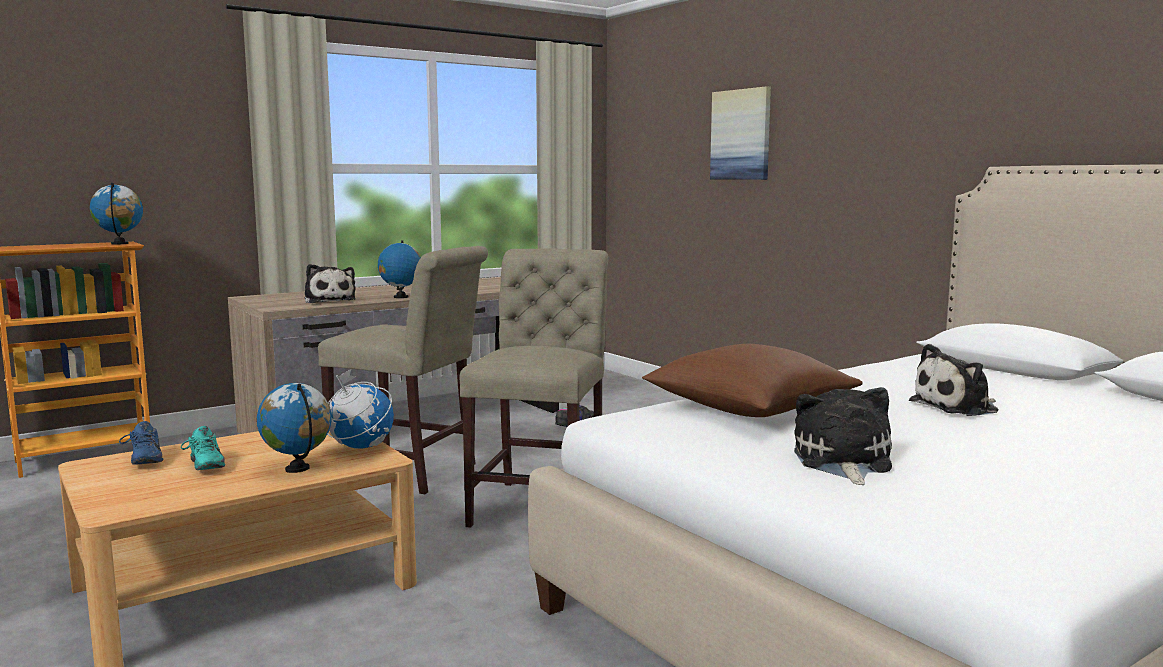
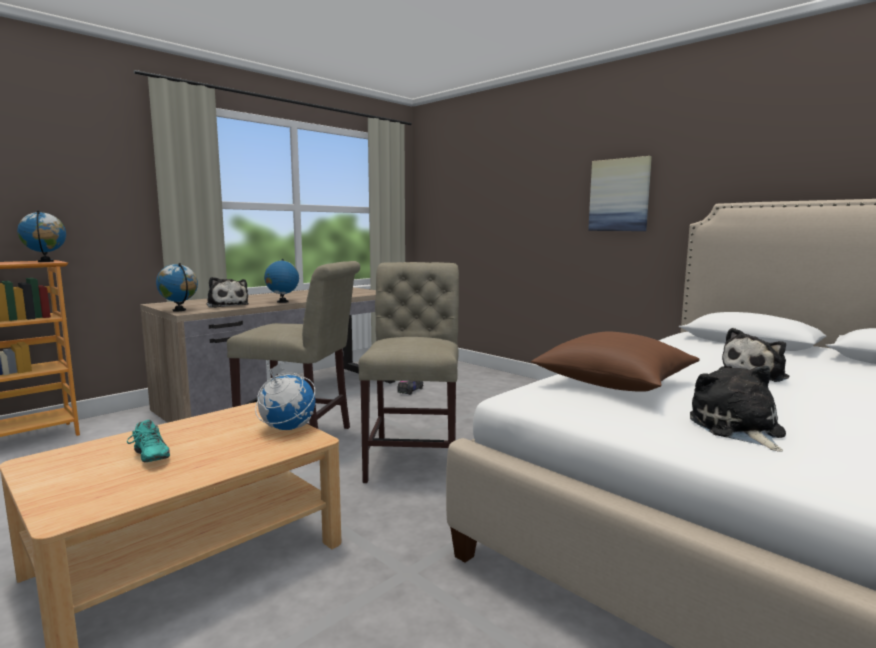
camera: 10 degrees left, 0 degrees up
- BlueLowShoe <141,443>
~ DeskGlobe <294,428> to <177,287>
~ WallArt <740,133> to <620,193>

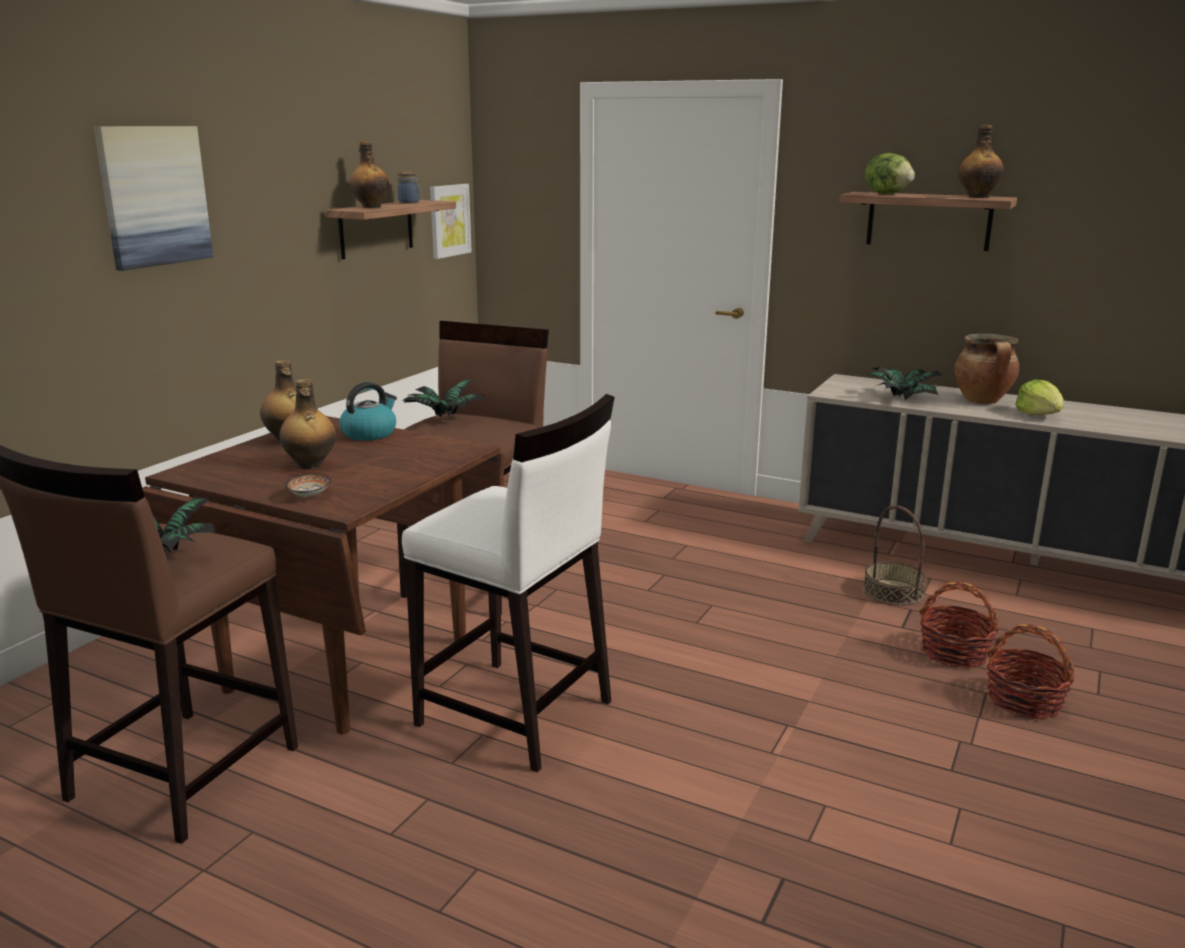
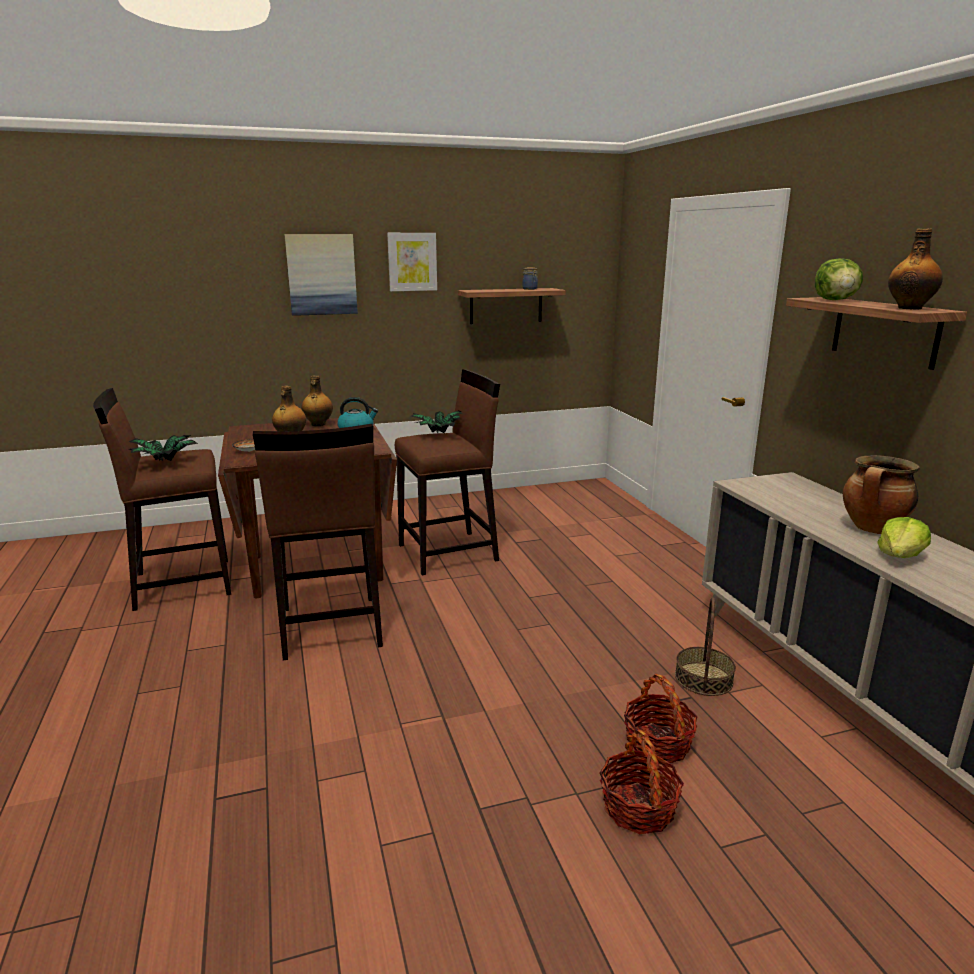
camera: 45 degrees right, 0 degrees up
- BeverageBottle <369,175>
- PottedPlant <904,383>
~ WallArt <451,221> to <412,262>
~ WhiteStoolSeat <508,583> to BrownStoolSeat <318,542>

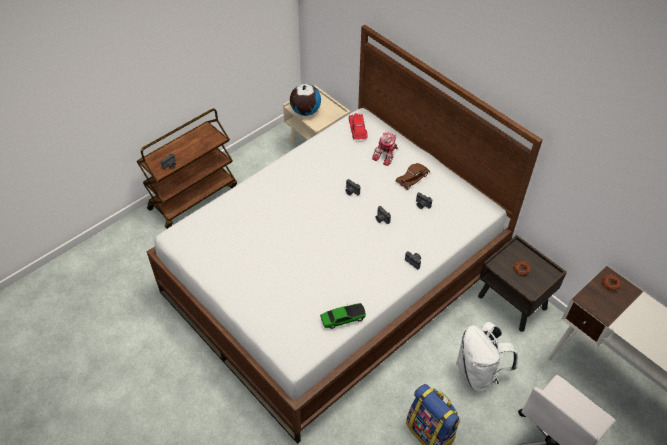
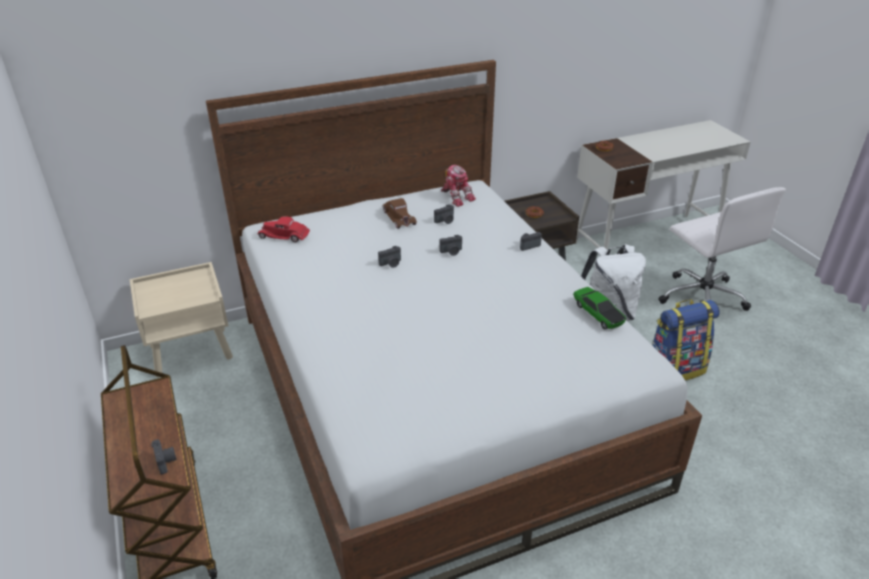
camera: 70 degrees left, 15 degrees down
- DeskGlobe <305,100>
~ ModelRobot <385,149> to <458,186>
~ ModelCar <343,316> = <599,308> 150 degrees clockwise

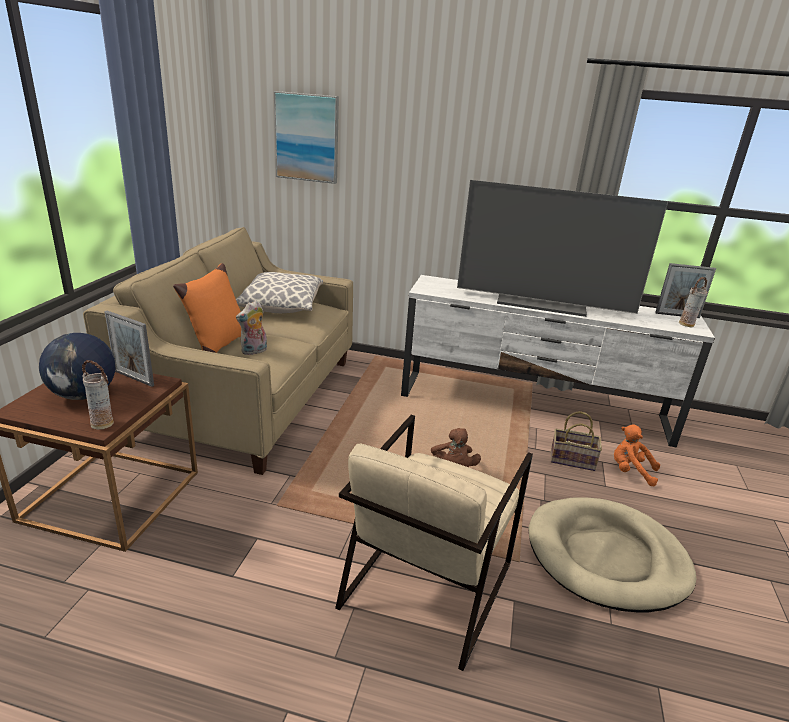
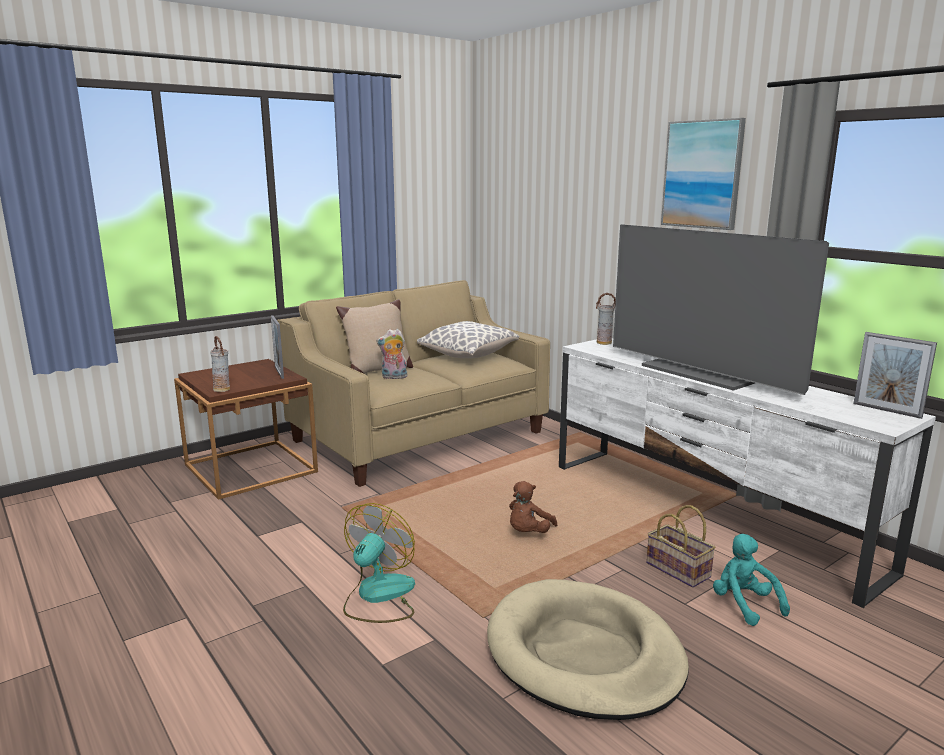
camera: 40 degrees right, 10 degrees down
- DeskGlobe <77,366>
~ WallArt <306,137> to <703,174>
~ FlowerVase <693,302> to <606,319>
~ BeigeArmchair <434,543> to CoolingFan <379,563>
~ OrangeColouredPillow <207,308> to BeigePillow <374,336>
~ OrangeColouredCuddlyToy <637,455> to TurquoiseCuddlyToy <751,580>

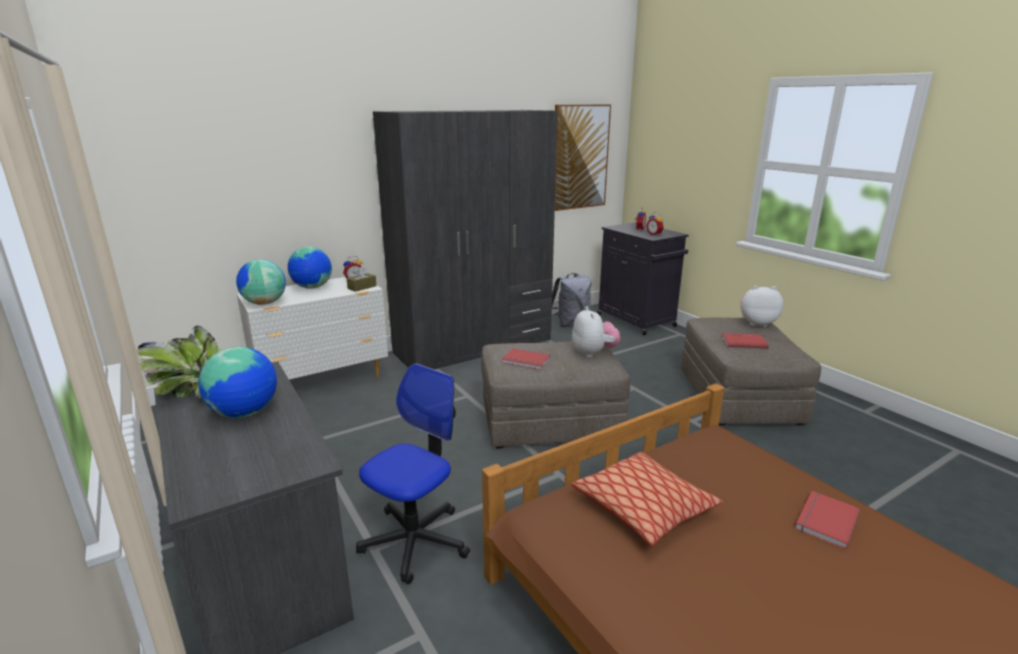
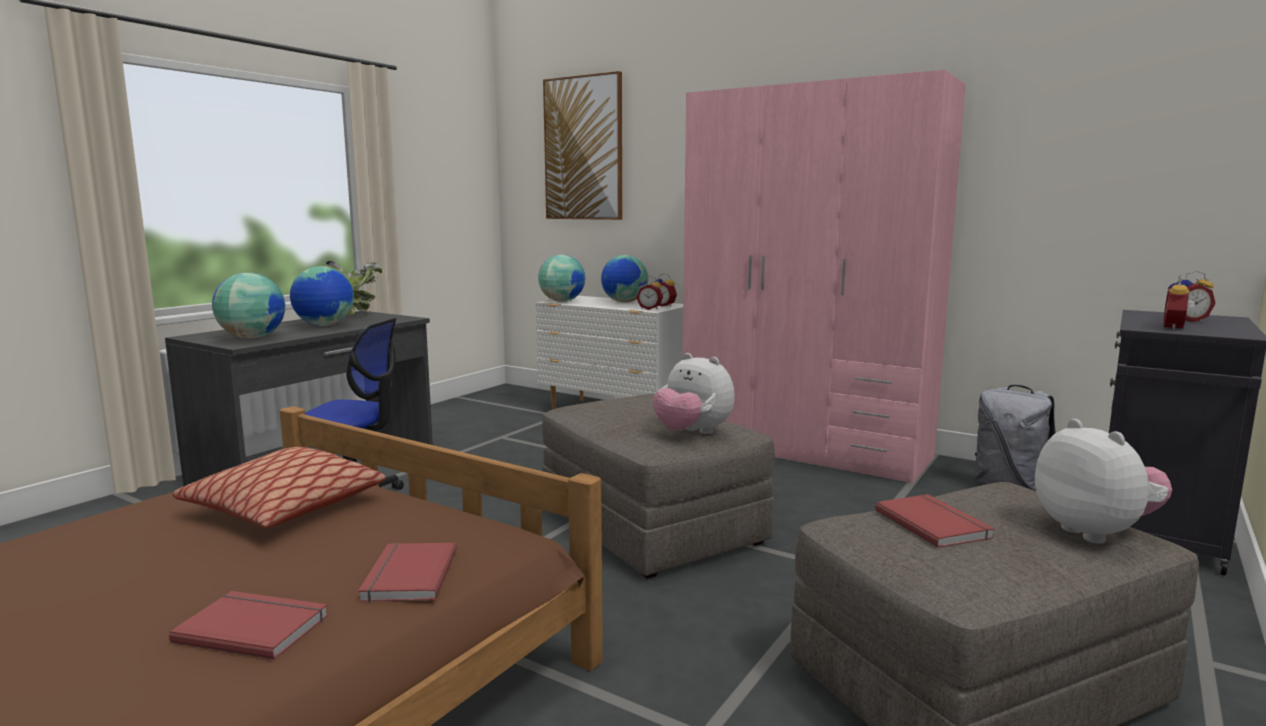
camera: 65 degrees right, 10 degrees down
+ DeskGlobe <248,306>
~ ReddishBook <526,359> to <407,572>
~ WallArt <583,157> to <582,145>
~ BrownBoxOfTissues <362,279> to AlarmClock <649,293>
~ GrayClothesCupboard <465,239> to PinkishClothesCupboard <824,277>
~ CuddlyToy <596,332> = <694,393> 75 degrees clockwise

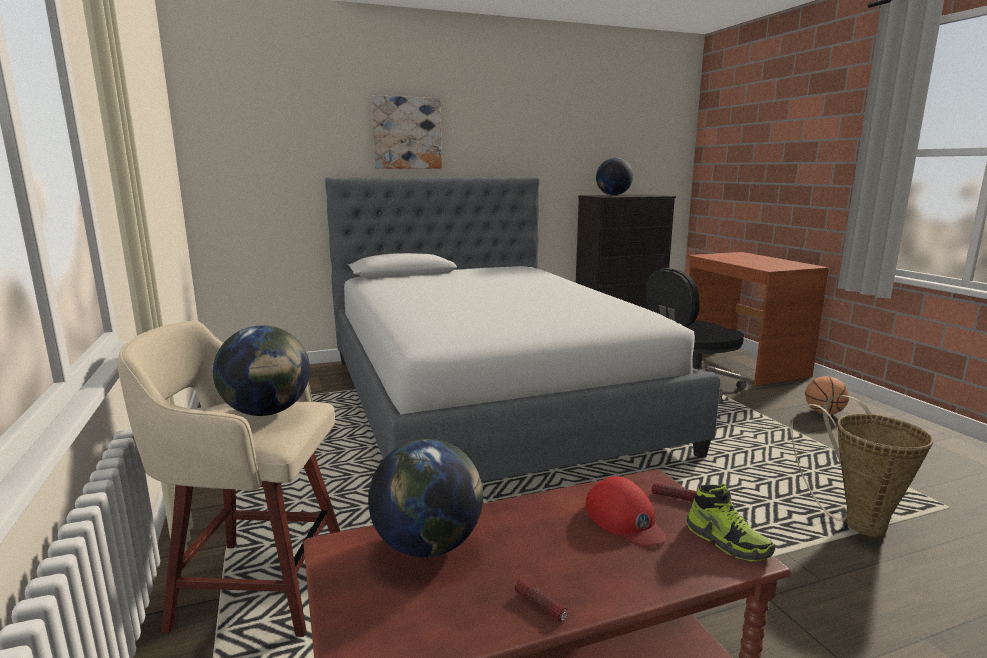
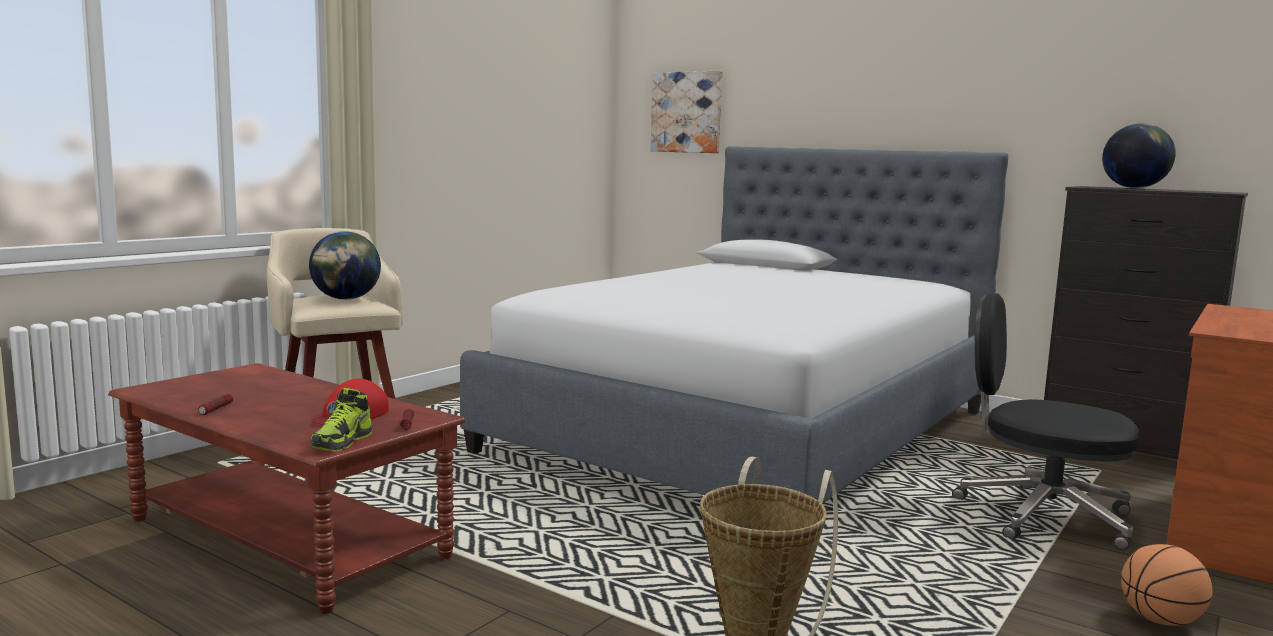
camera: 55 degrees right, 5 degrees down
- DeskGlobe <425,498>
~ WallArt <406,131> to <686,112>

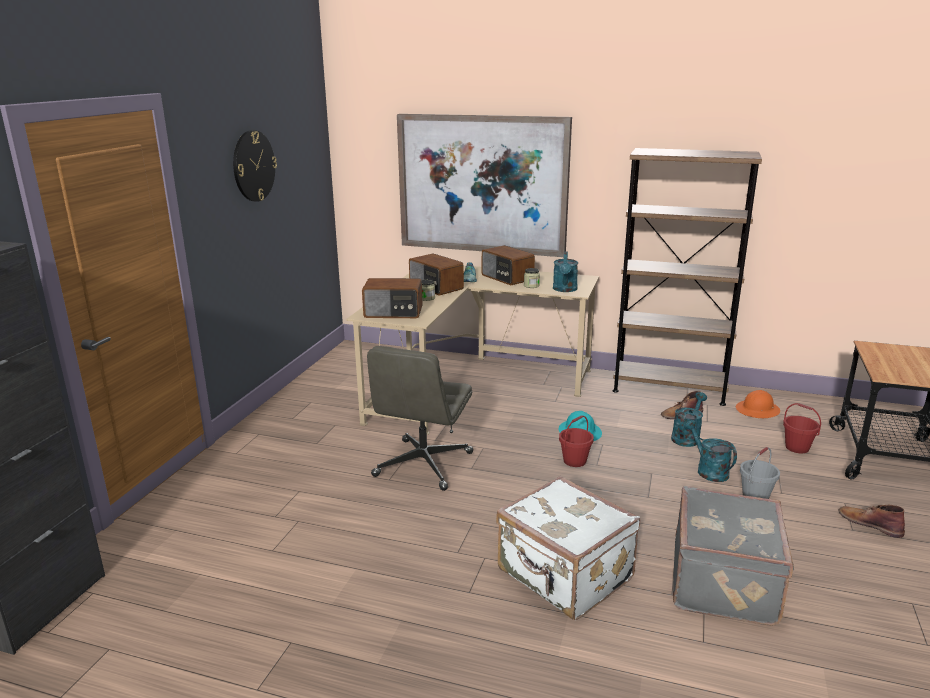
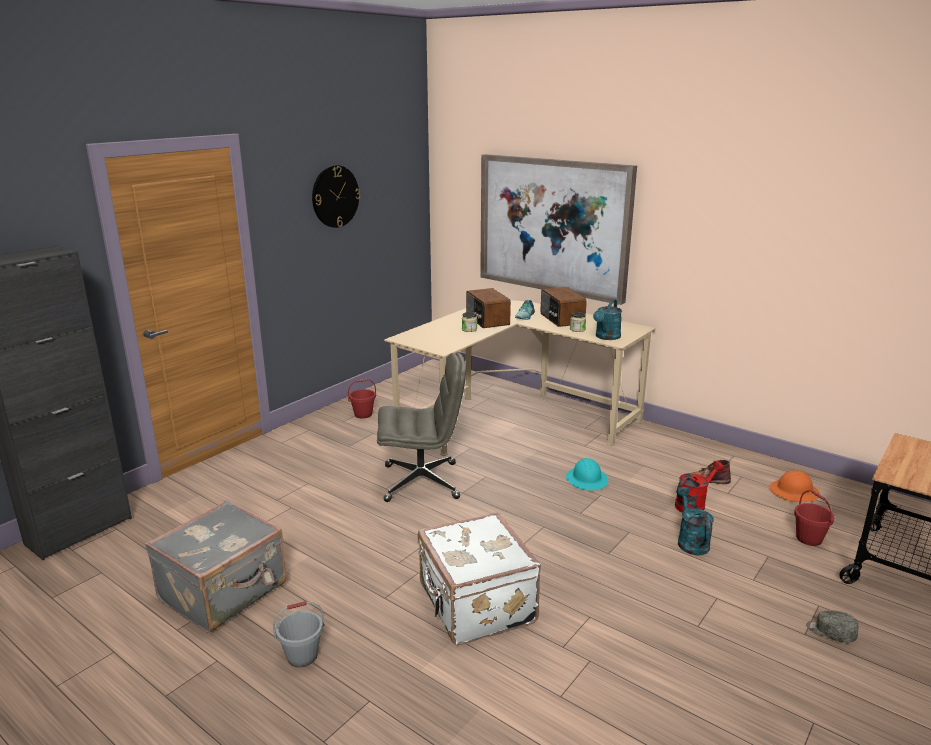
camera: 20 degrees right, 0 degrees up
- Radio <392,298>
- BrownBookshelf <687,277>
~ ReddishWaterBucket <576,441> to <362,399>
~ GrayTravelCase <733,556> to <216,566>
~ GrayWaterBucket <760,473> to <299,634>
~ BrownBoot <872,521> to GrayPeakedCap <832,626>
~ TurquoiseSprinklingCan <689,419> to ReddishSprinklingCan <699,487>
~ GrayComputerChair <420,418> = <421,427> 135 degrees counterclockwise

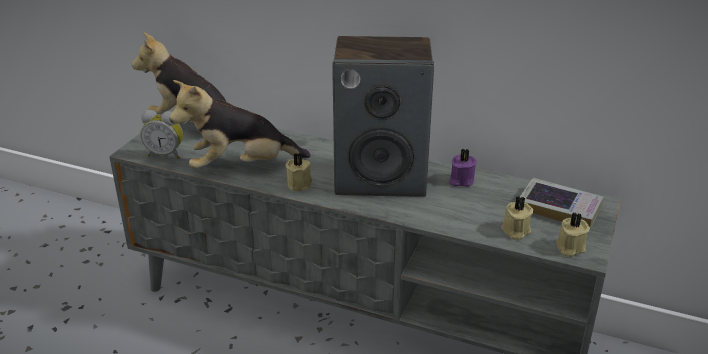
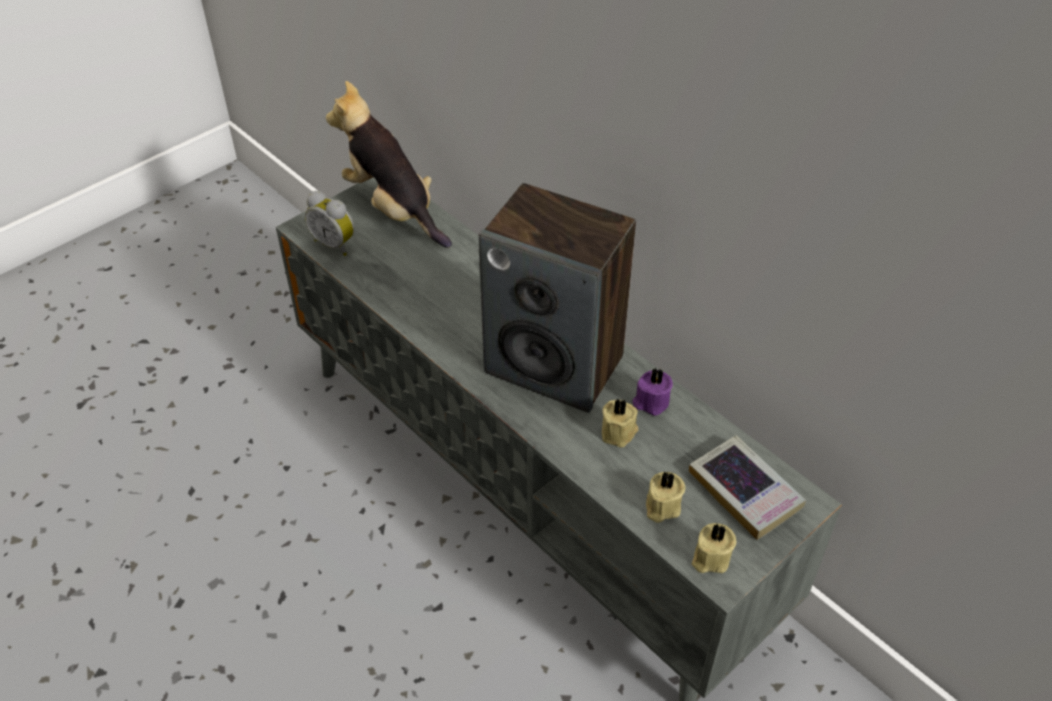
camera: 25 degrees right, 15 degrees up
- CuddlyToy <240,124>
~ BeigeCandle <299,172> to <620,423>

